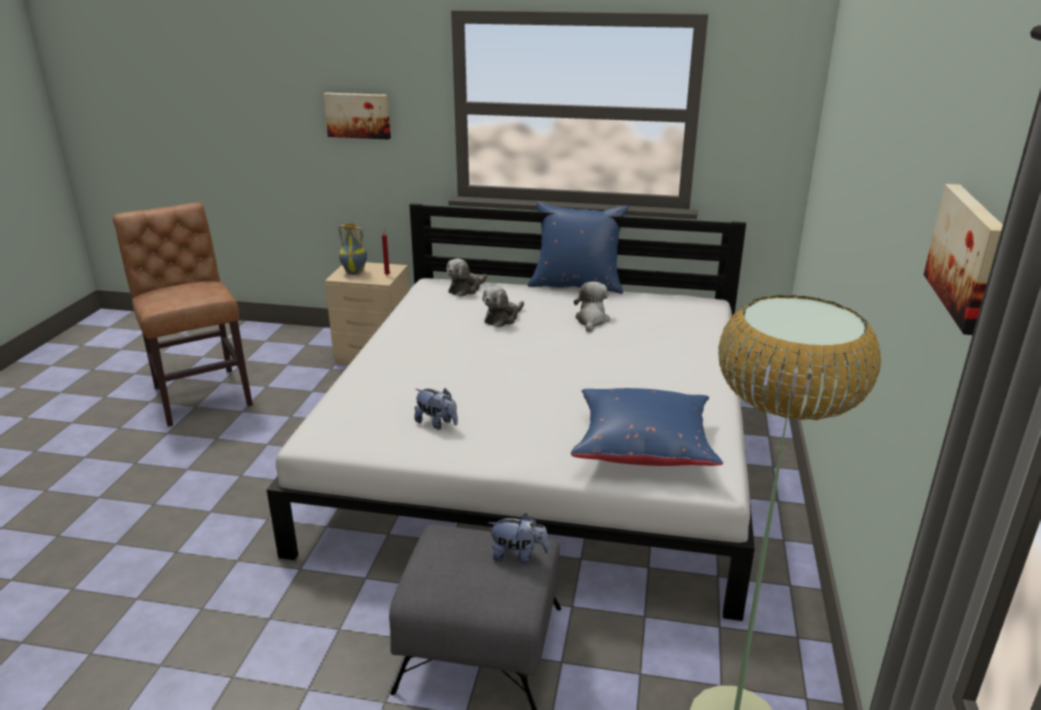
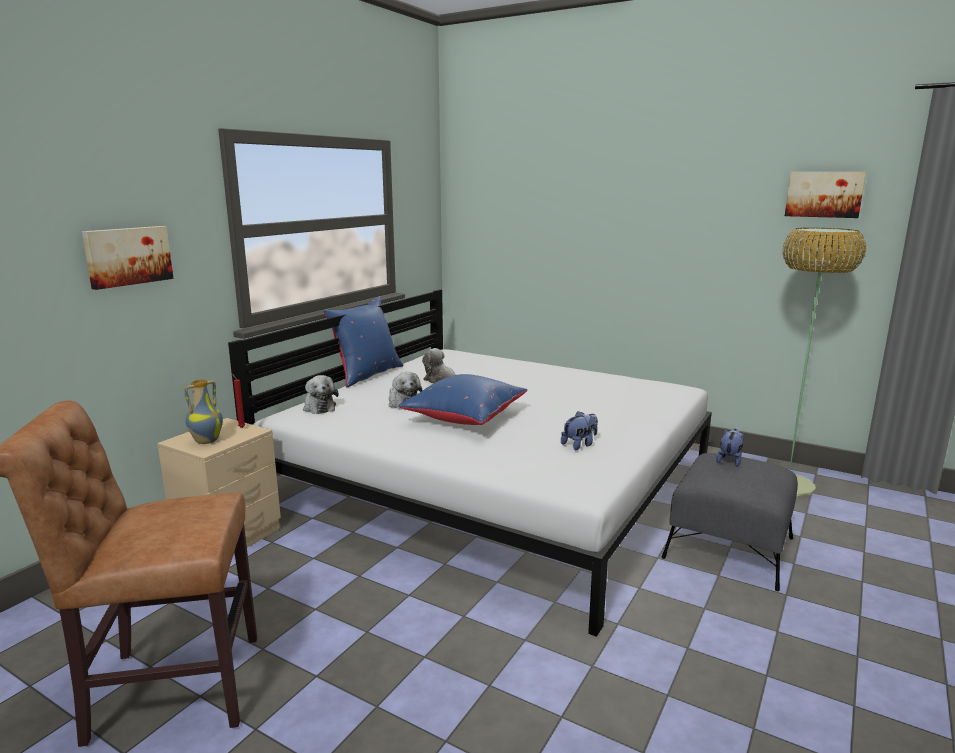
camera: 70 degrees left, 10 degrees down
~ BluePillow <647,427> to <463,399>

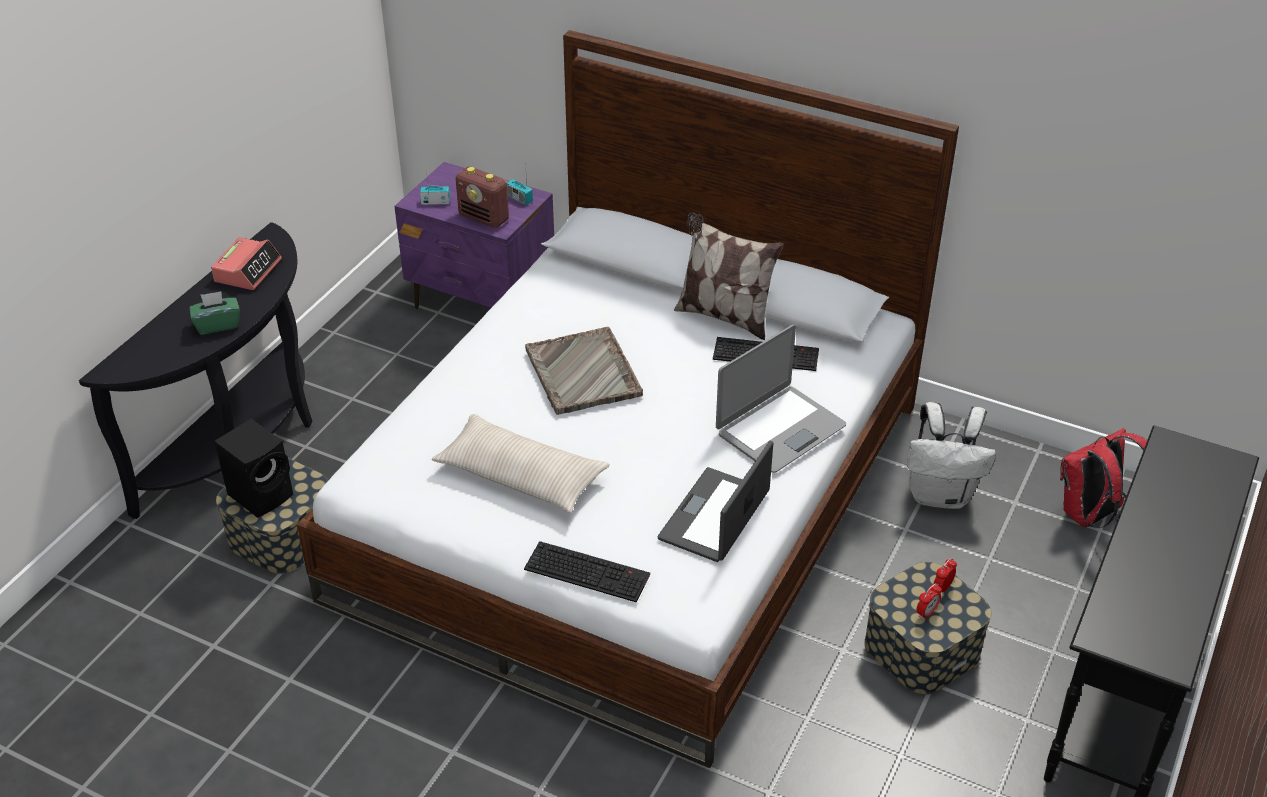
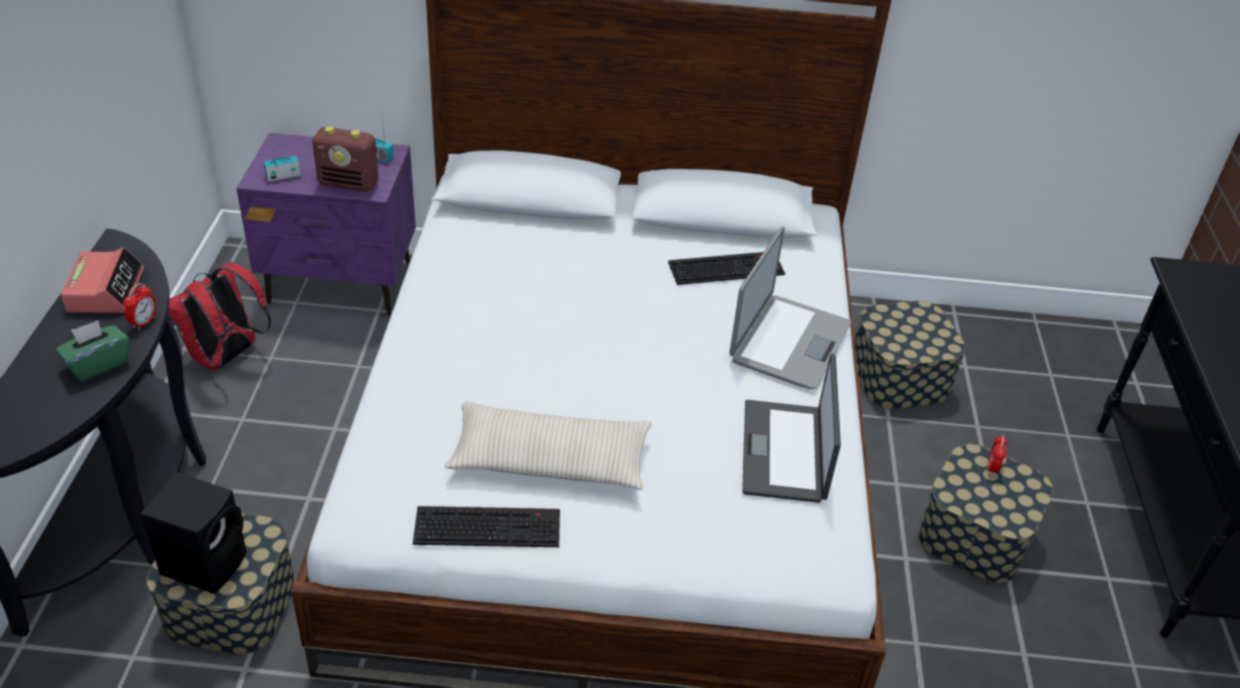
camera: 25 degrees left, 0 degrees up
- GrayCarryingTray <584,371>
- Pillow <729,276>
~ ComputerKeyboard <587,571> to <486,526>
~ AlarmClock <929,601> to <139,306>
~ ReddishRucksack <1103,478> to <219,316>
~ WhiteRucksack <951,455> to StorageContainer <910,355>

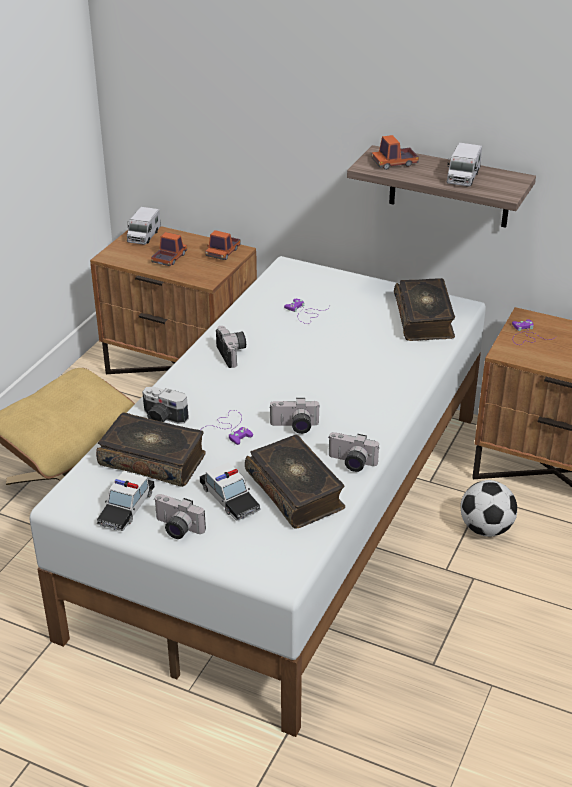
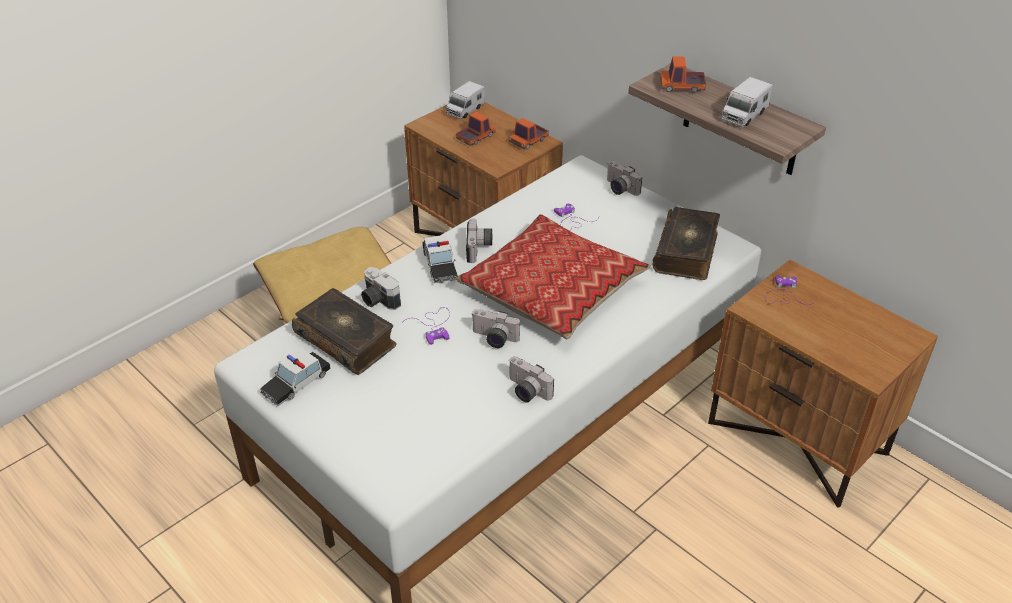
camera: 20 degrees right, 5 degrees up
- Book <295,482>
- Football <489,508>
+ Pillow <553,276>
~ PhotoCamera <180,516> to <624,178>
~ ModelCar <230,491> to <440,259>

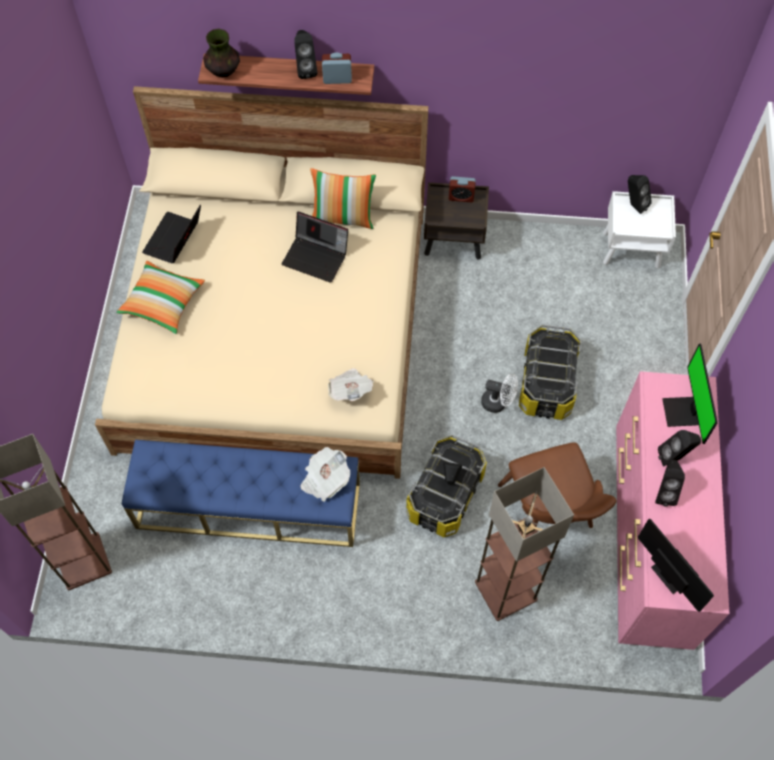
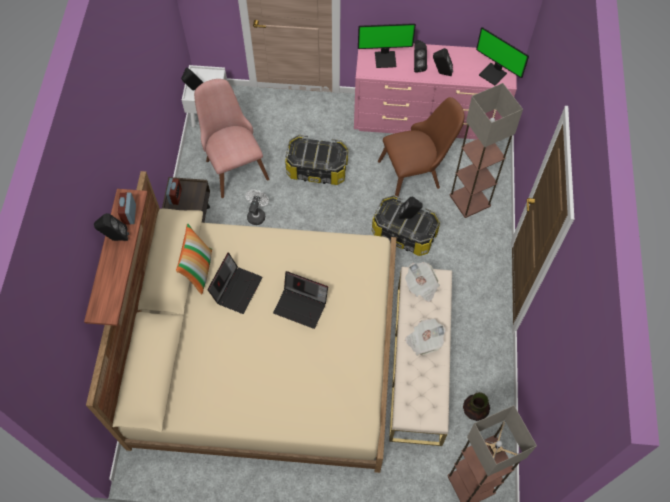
camera: 90 degrees left, 0 degrees up
- Pillow <161,297>
+ PinkishUprightChair <232,138>
~ NotebookComputer <171,234> to <300,300>
~ FlowerVase <221,53> to <476,406>
~ DailyPaper <351,384> to <425,337>
~ WhiteCoolingFan <499,393> to <257,207>
~ BlueLongSeat <241,493> to BeigeLongSeat <420,356>
~ ComputerScreen <676,565> = <502,56> 105 degrees counterclockwise

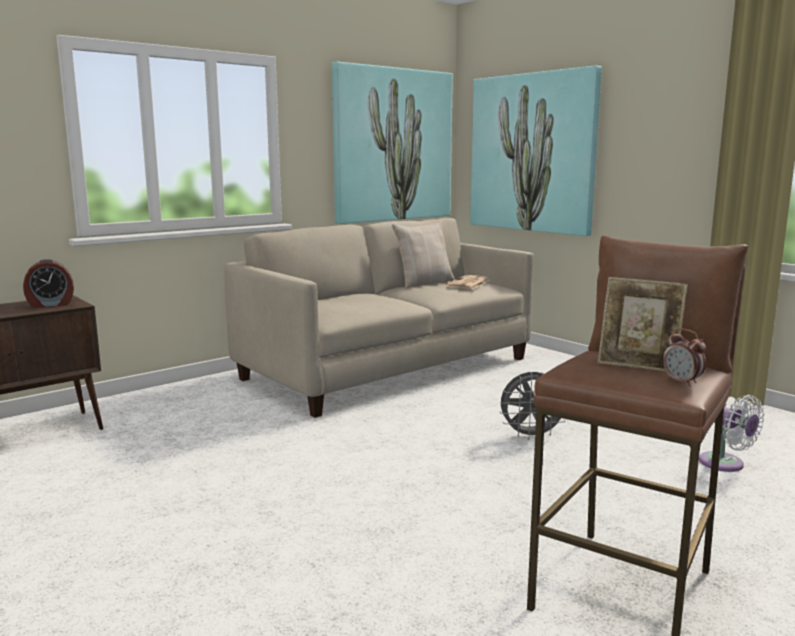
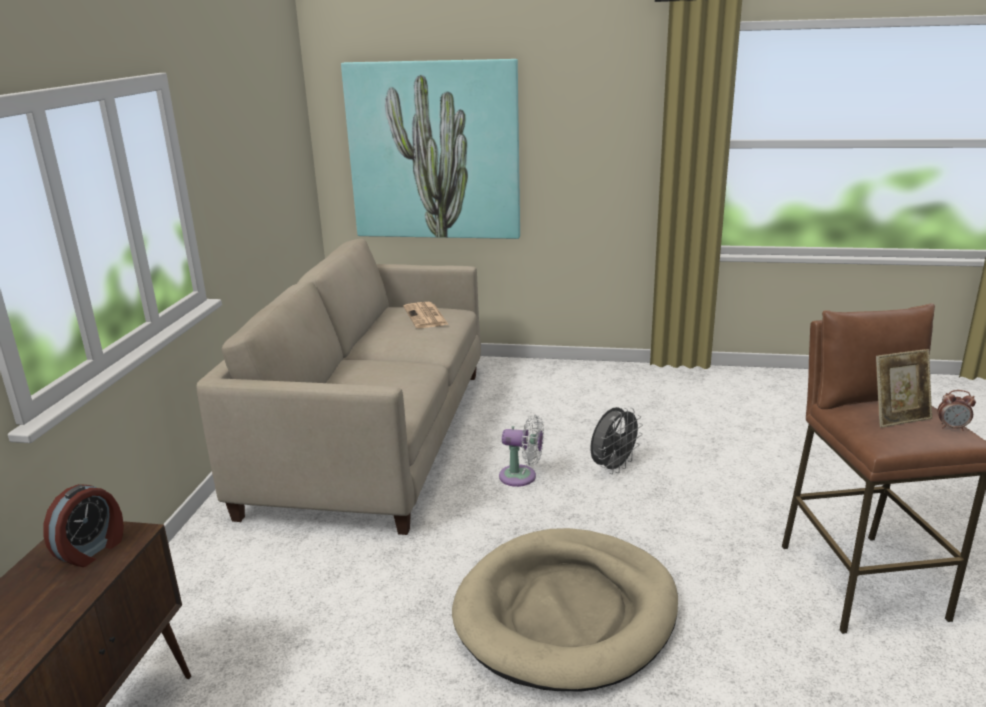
camera: 40 degrees left, 10 degrees up
- WallArt <392,143>
- BeigePillow <423,254>
+ BeigeDogBed <565,609>
~ WhiteCoolingFan <731,433> to <521,451>

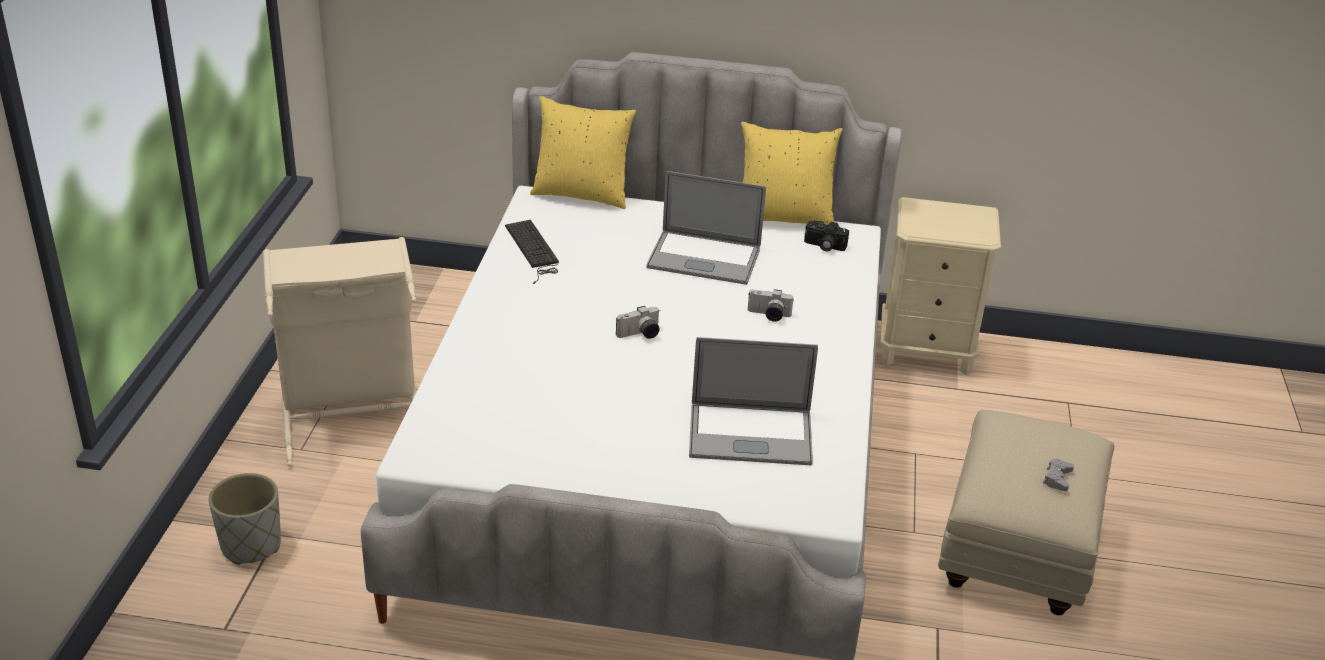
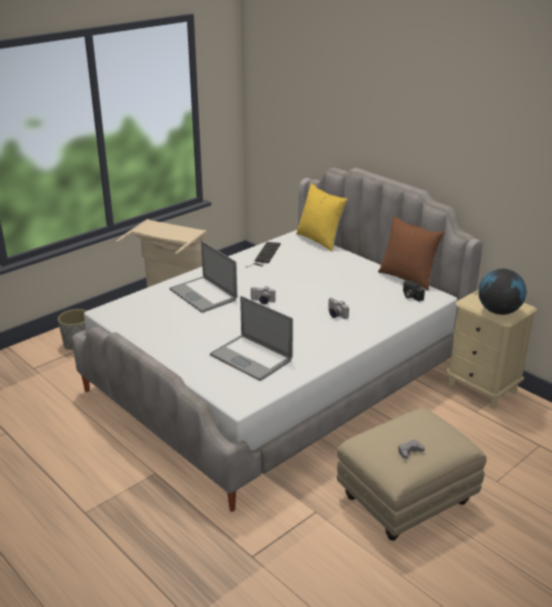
camera: 40 degrees right, 5 degrees down
+ DeskGlobe <502,292>
~ NotebookComputer <706,228> to <203,277>
~ YellowPillow <791,173> to BrownPillow <411,253>

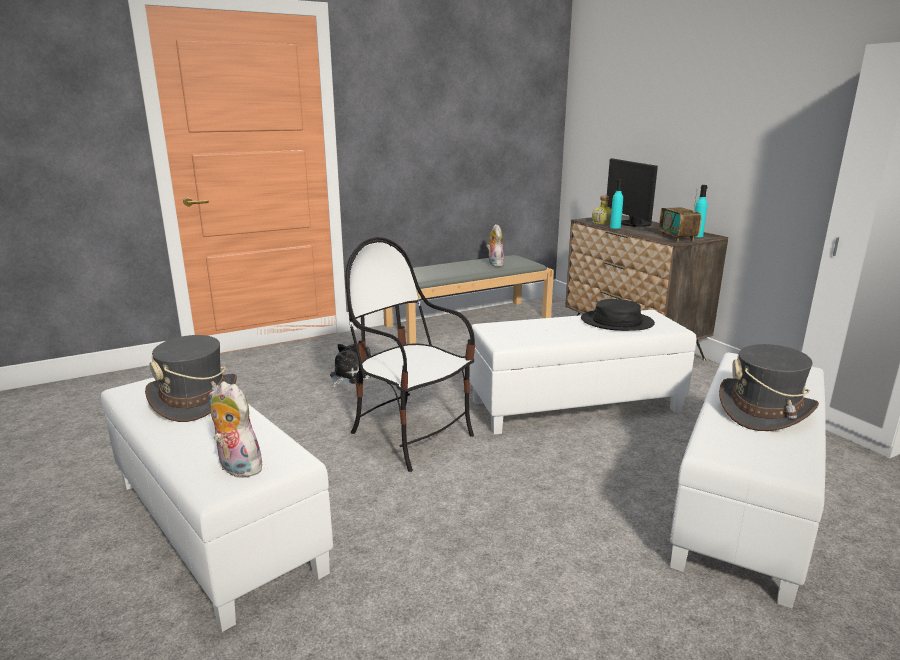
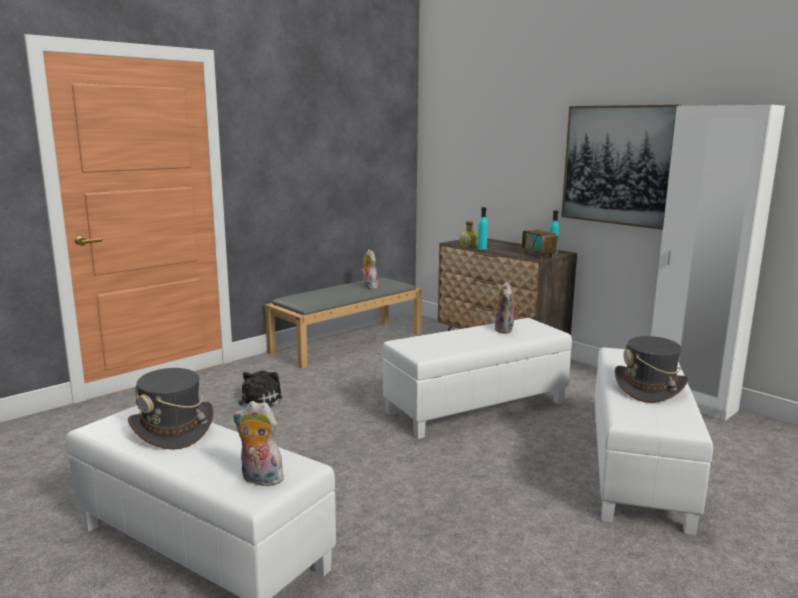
camera: 15 degrees left, 5 degrees down
- UprightChair <410,354>
- ComputerScreen <632,192>
+ WallArt <621,167>
~ BlackClothingHat <618,315> to CuddlyToy <506,307>

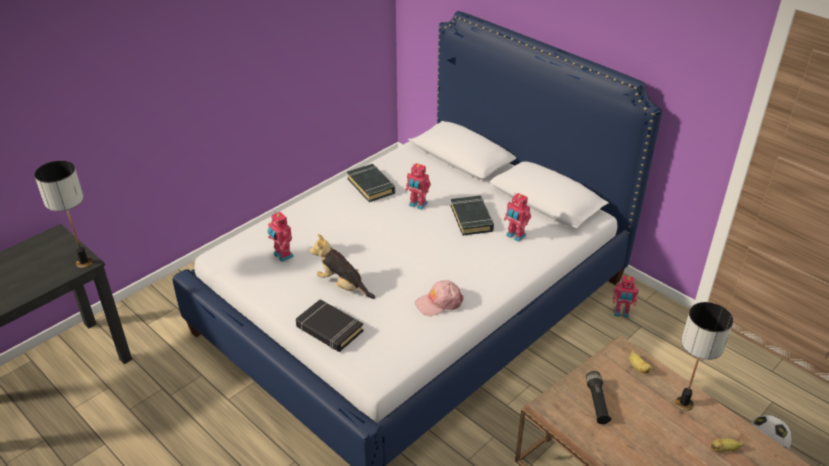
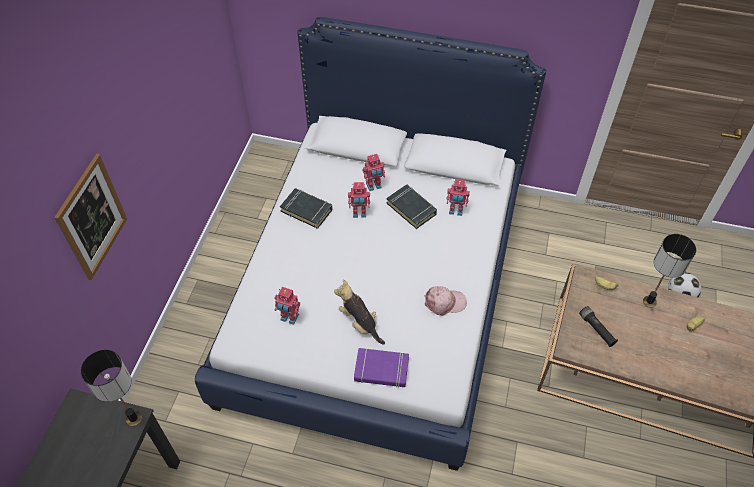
camera: 30 degrees left, 15 degrees up
+ WallArt <90,217>
~ ModelRobot <626,297> to <374,172>
~ BlackBook <330,325> to PurplishBook <381,368>
~ CuddlyToy <342,266> = <359,312> 45 degrees clockwise
~ PinkishPeakedCap <439,298> = <445,301> 135 degrees counterclockwise

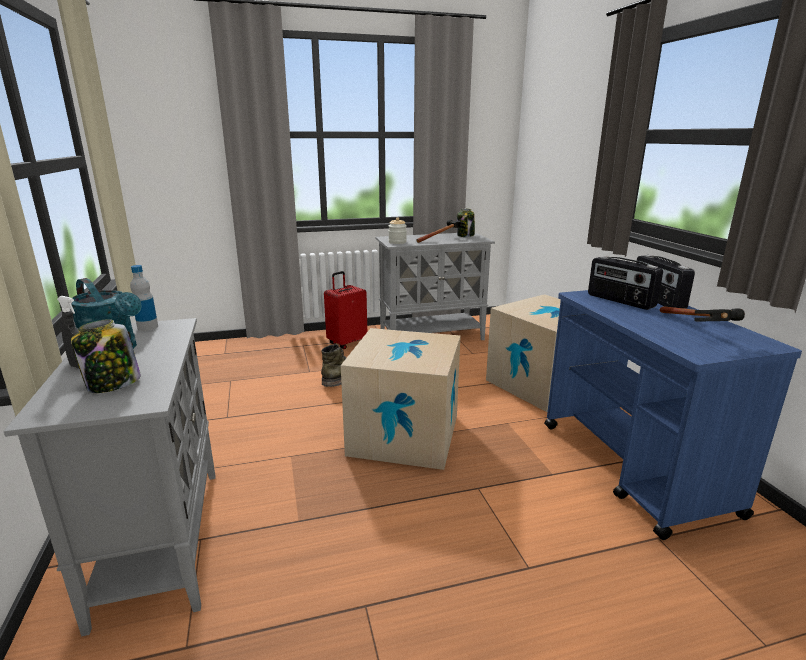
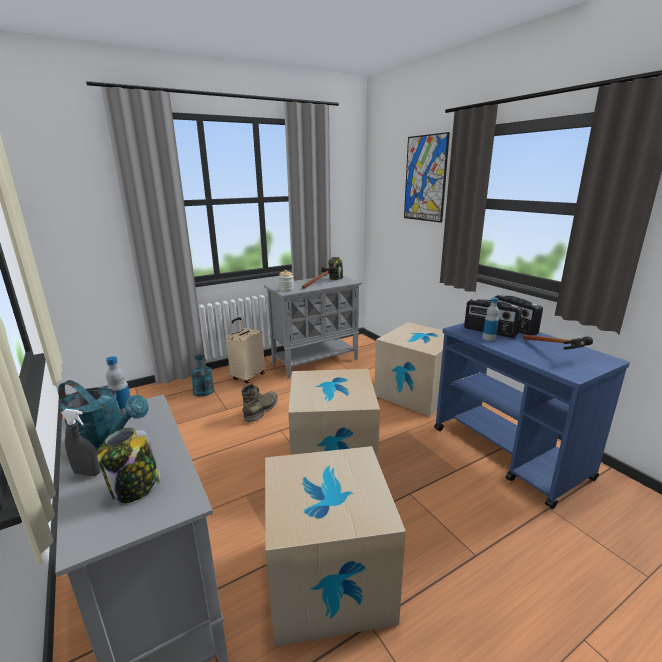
camera: 15 degrees left, 0 degrees up
+ TurquoiseSprinklingCan <202,375>
+ CardboardBox <335,546>
+ WallArt <427,177>
+ BeverageBottle <491,319>
~ ReddishTravelCase <345,310> to BeigeTravelCase <245,350>

